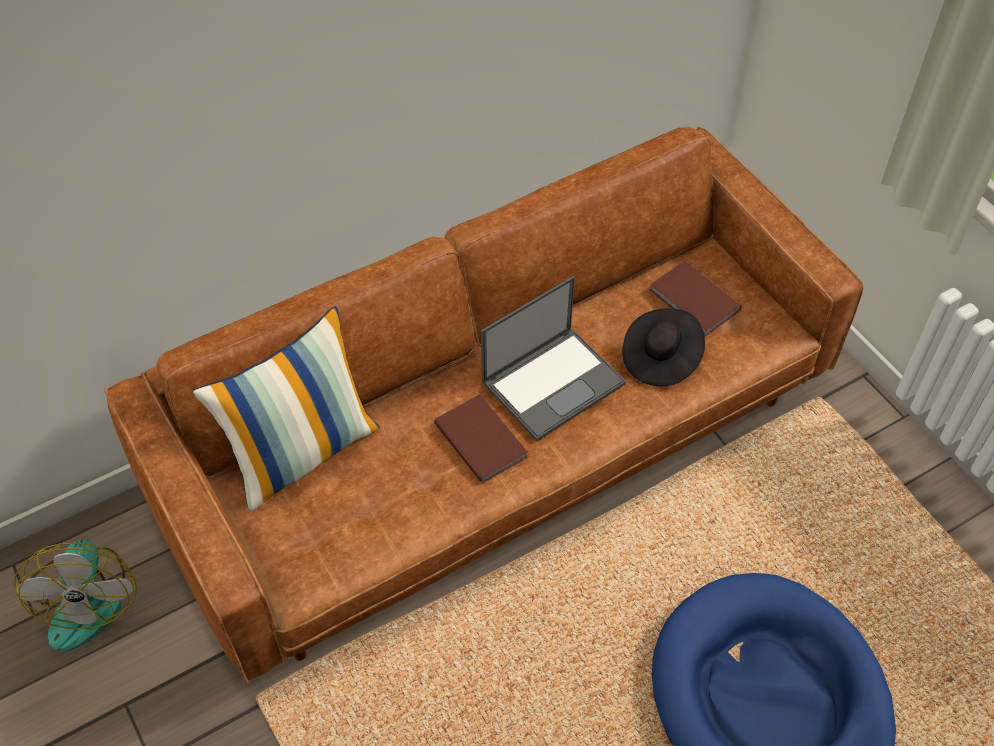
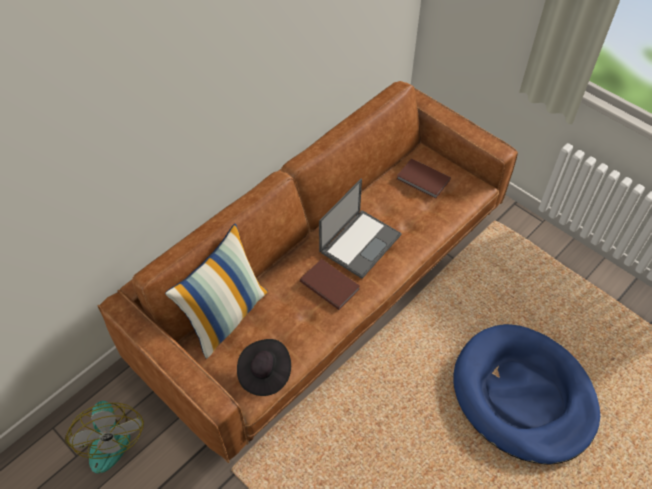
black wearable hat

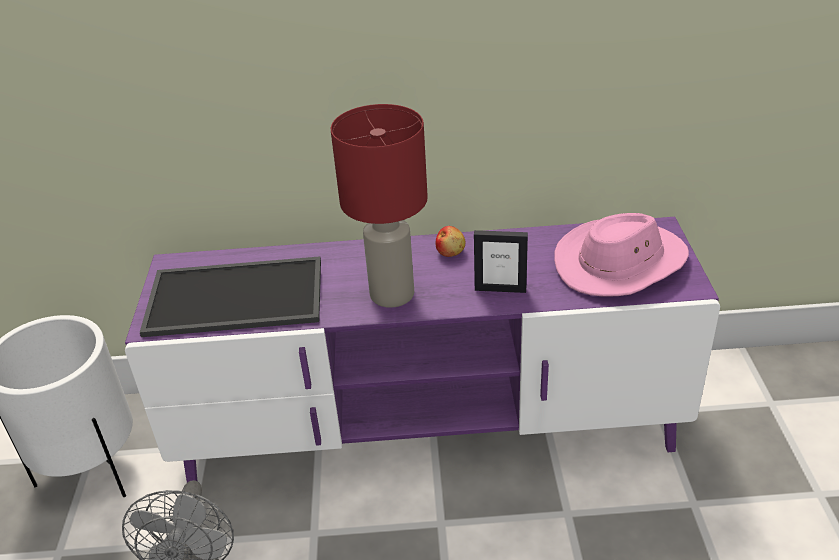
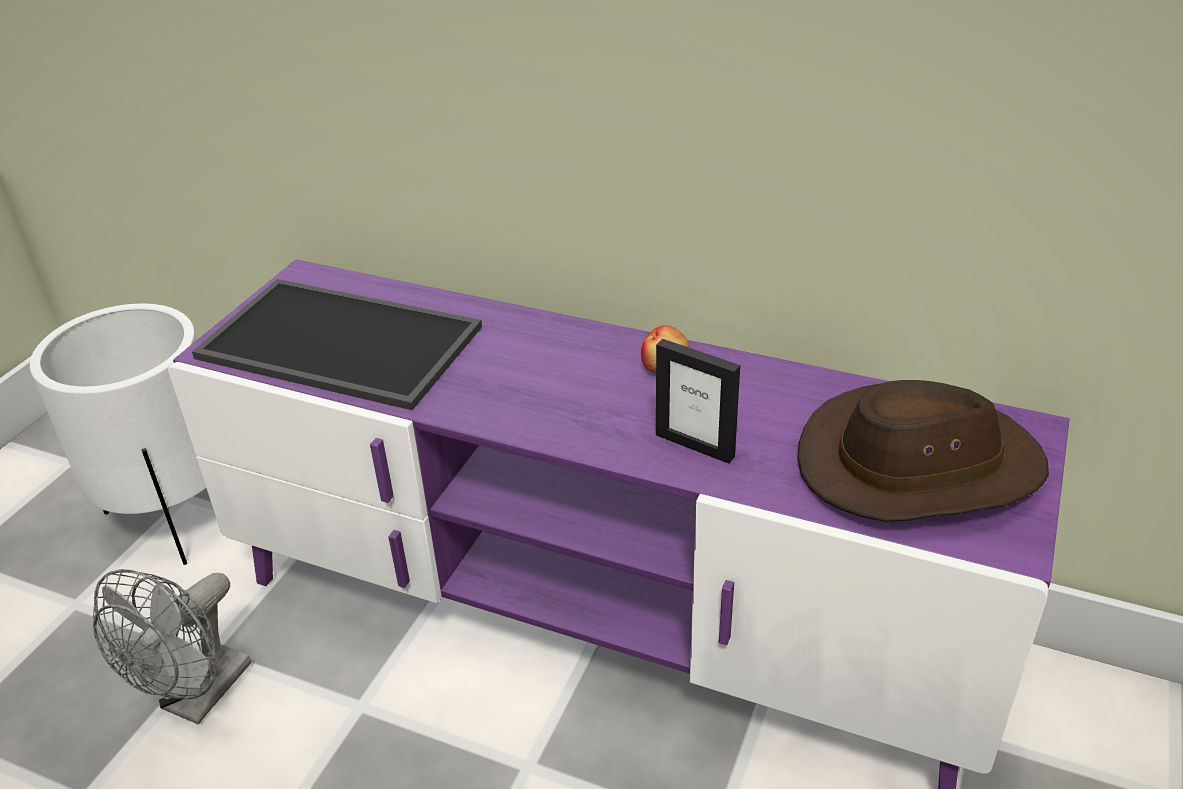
brown wearable hat
red-coloured table lamp

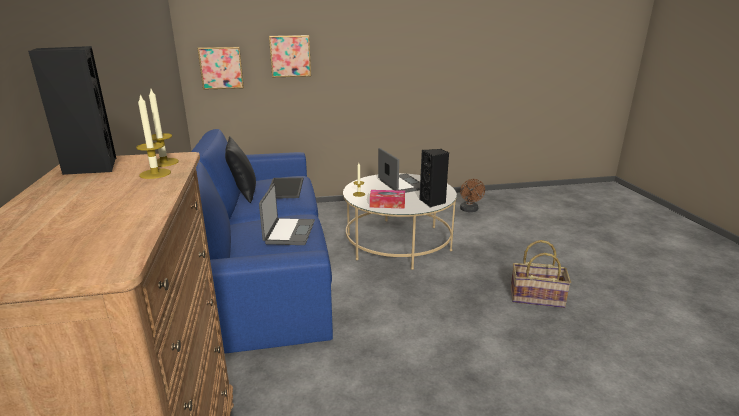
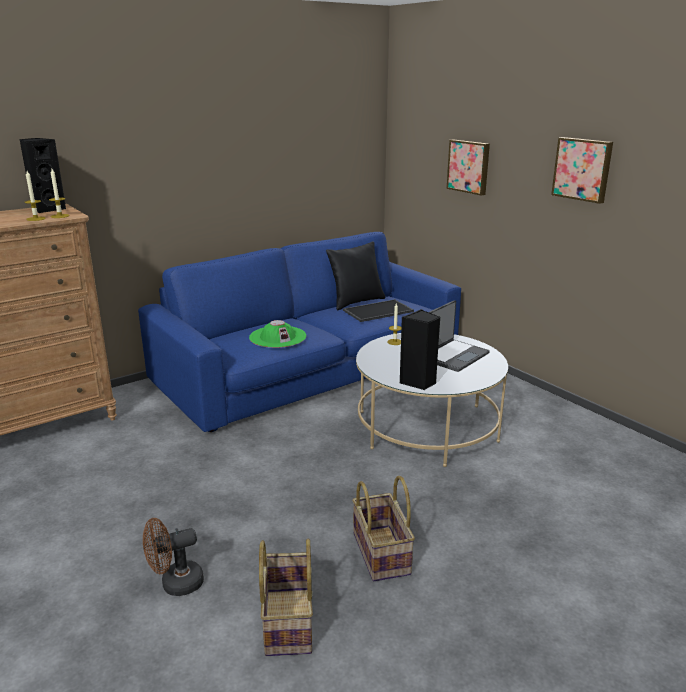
brown cooling fan
green-coloured wearable hat
storage basket (no. 1 from left)
wall picture (no. 2 from left)
tissue holder

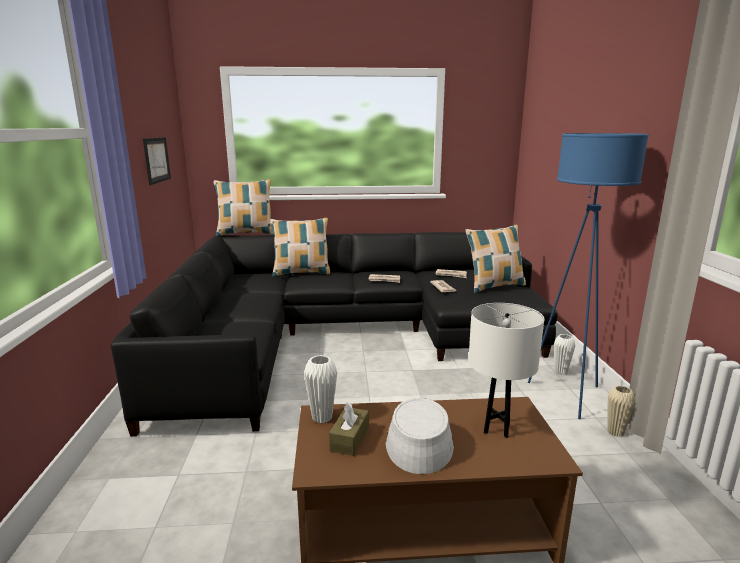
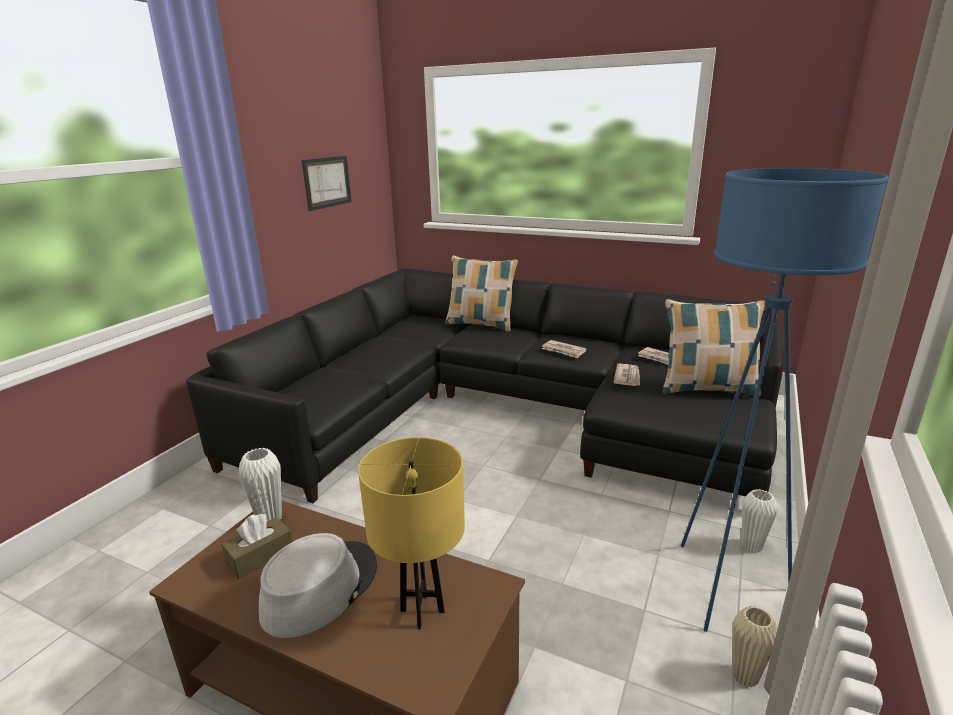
yellow table lamp
cushion (no. 1 from left in the first image)

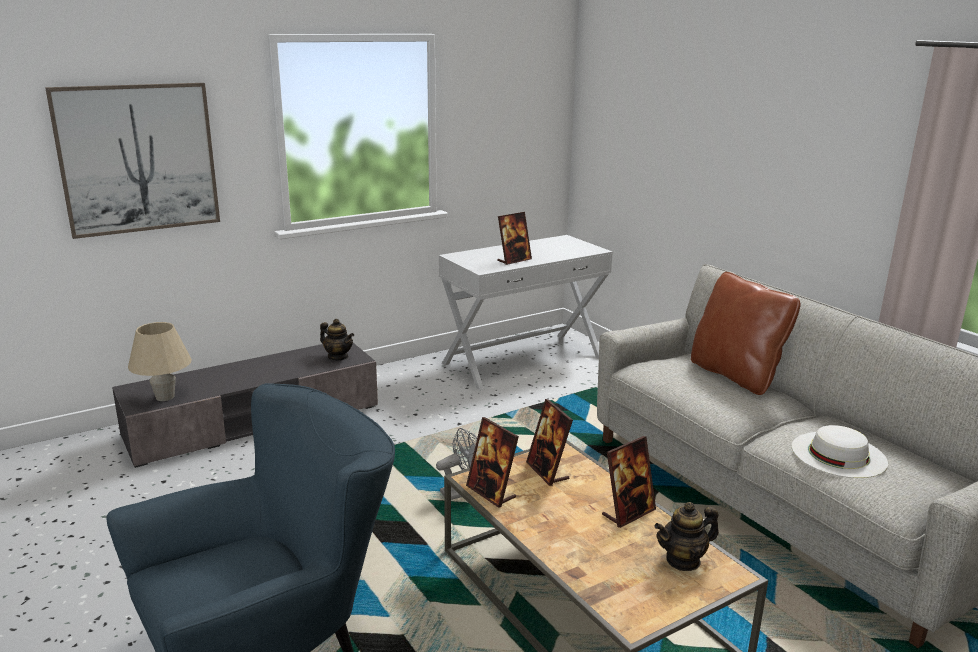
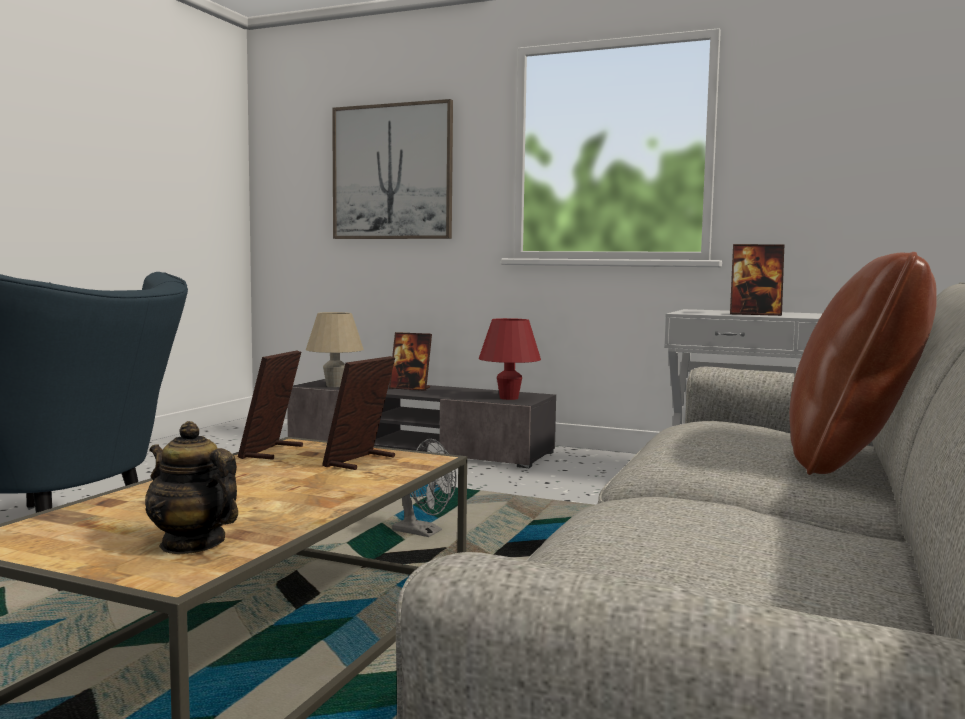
picture frame (no. 3 from left)
red-coloured table lamp
white wearable hat

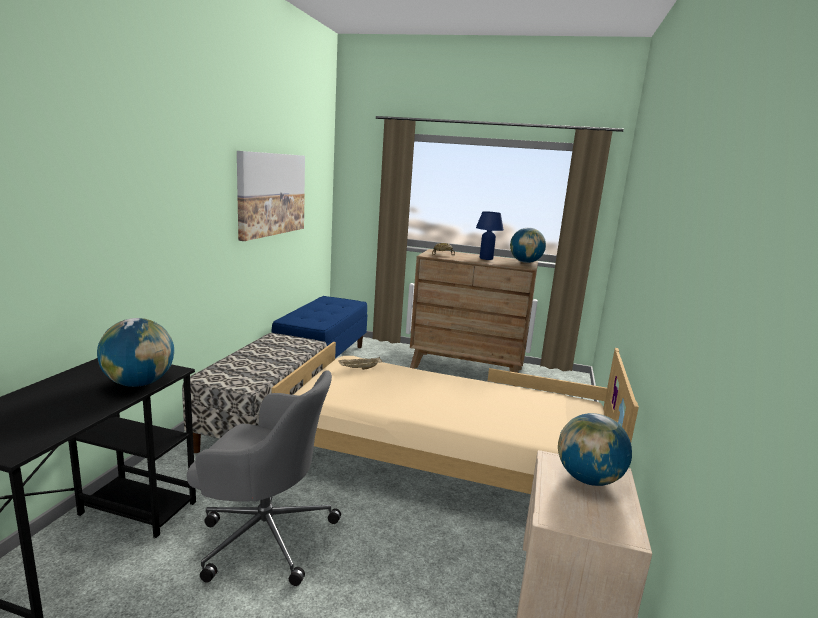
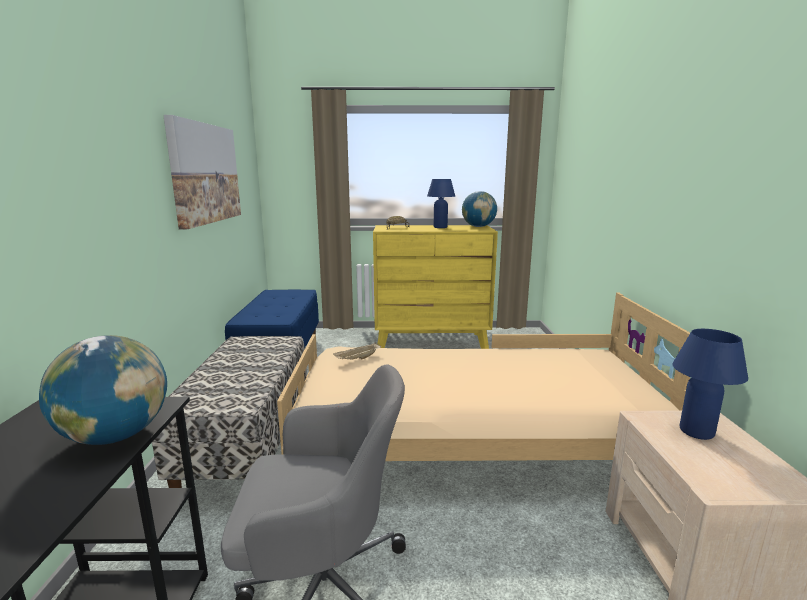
yellow dresser
blue-coloured table lamp (no. 2 from left)

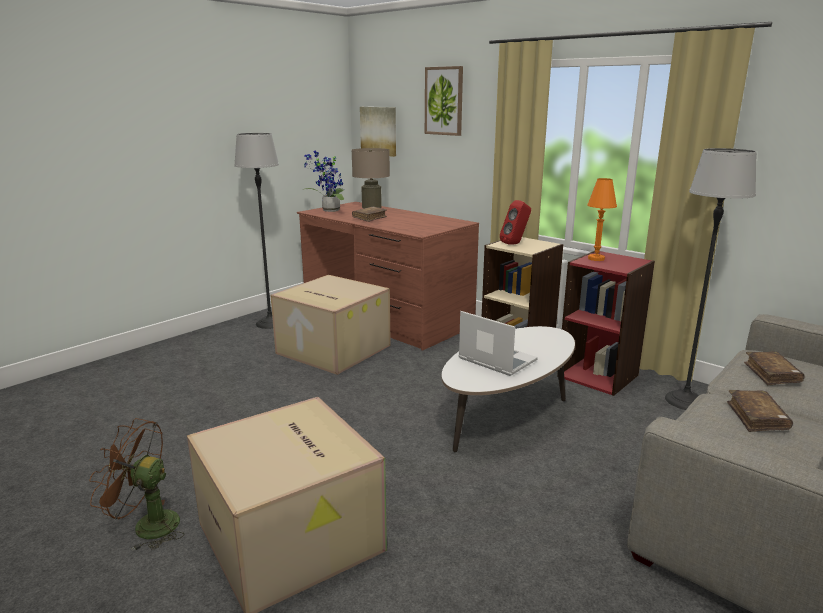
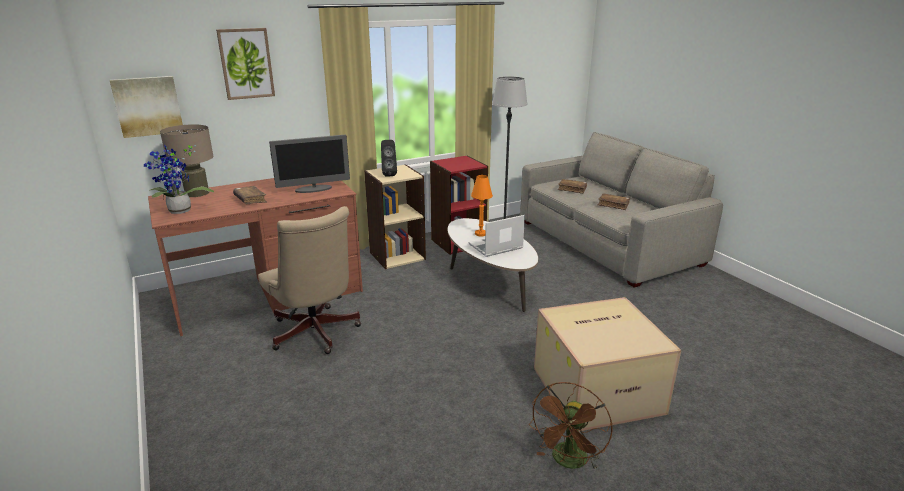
beige-coloured computer chair
computer screen
black speaker
orange-coloured table lamp
standing lamp (no. 1 from left in the first image)

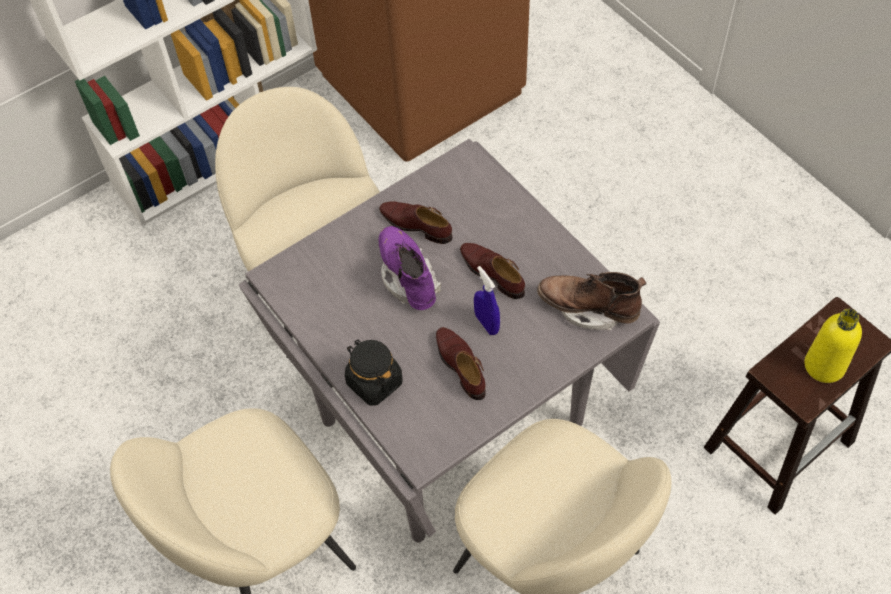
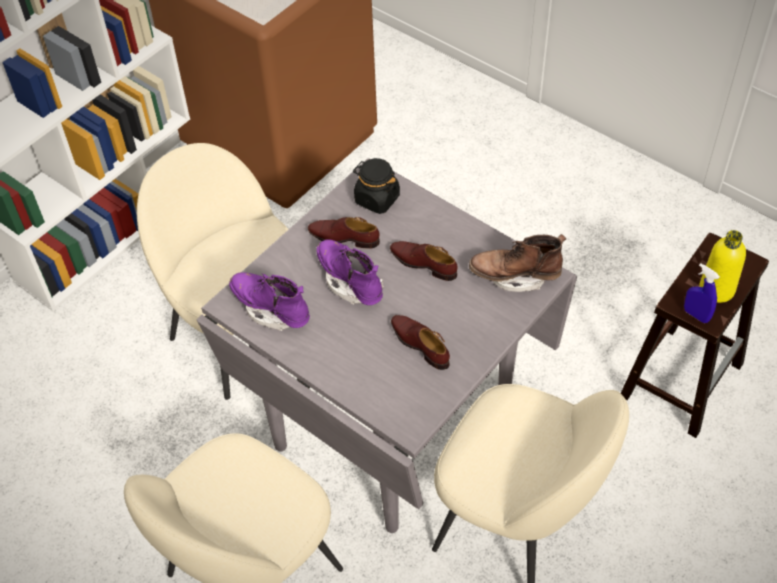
purple-coloured boot (no. 1 from left)
black jar
blue-coloured hand sprayer

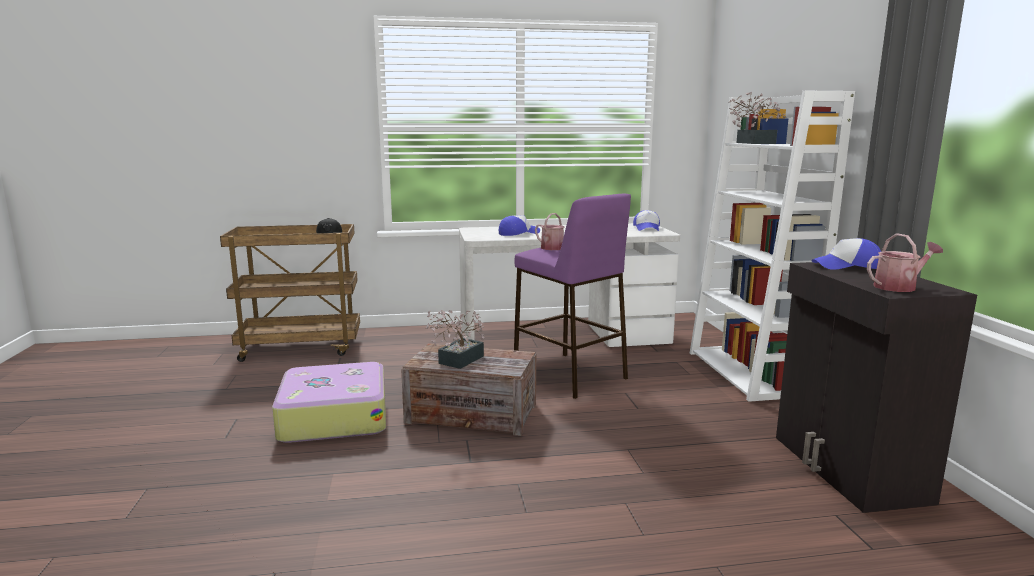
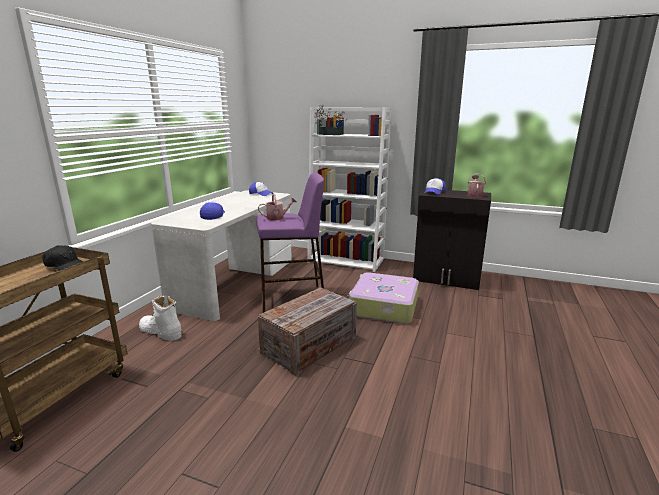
white boot
suitcase
houseplant (no. 1 from left in the first image)

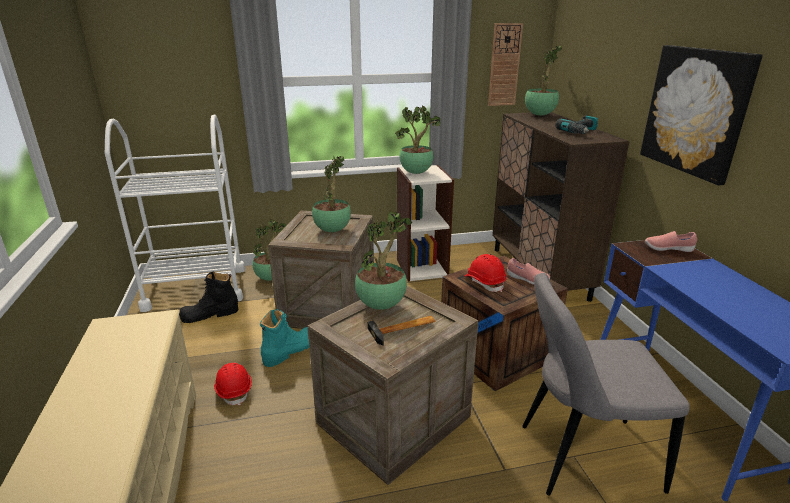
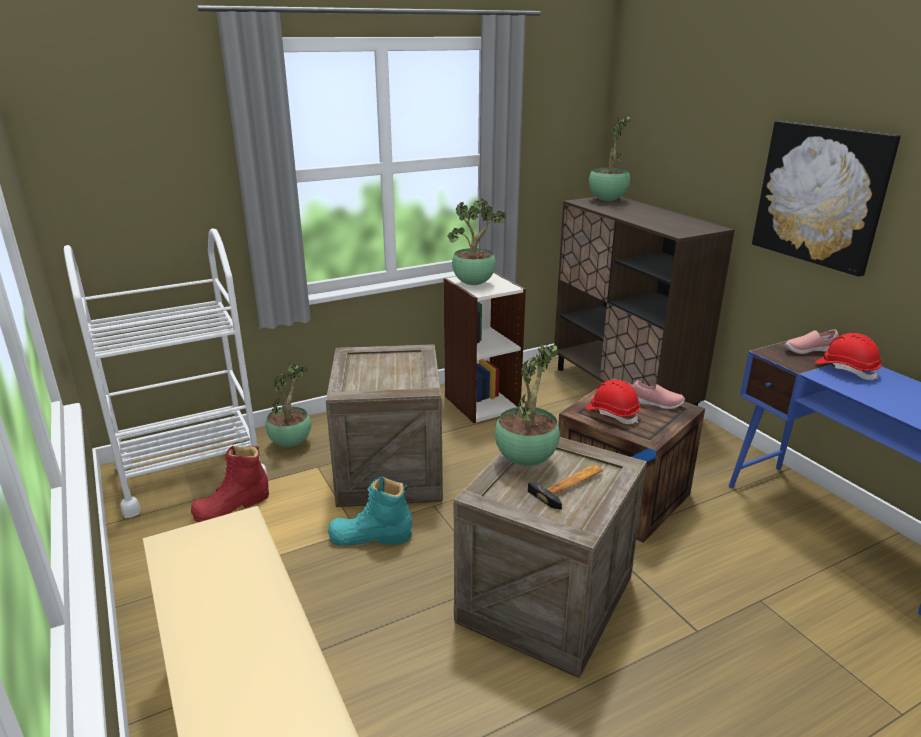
red-coloured boot
turquoise boot
red-coloured safety helmet (no. 2 from left)
houseplant (no. 2 from left in the first image)
hanging clock
grey upright chair
electric drill

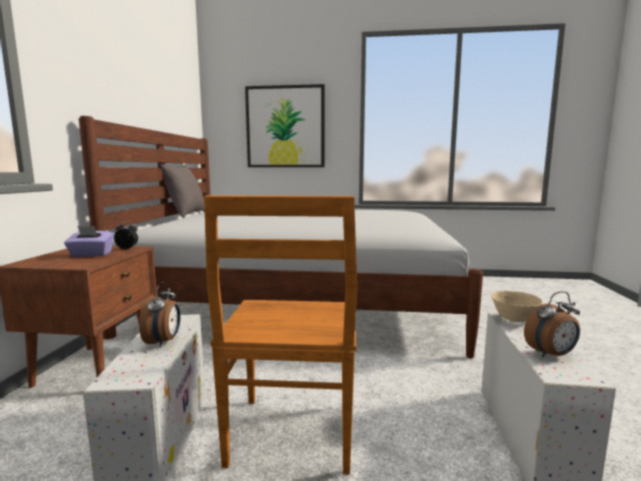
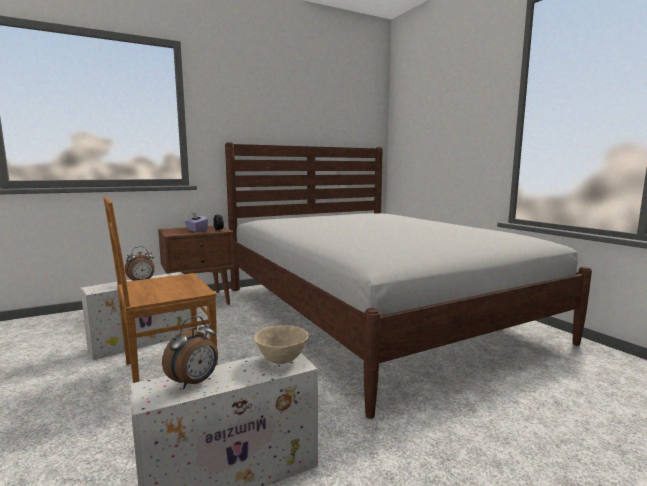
bedside clock (no. 2 from left)
grey cushion
wall picture

